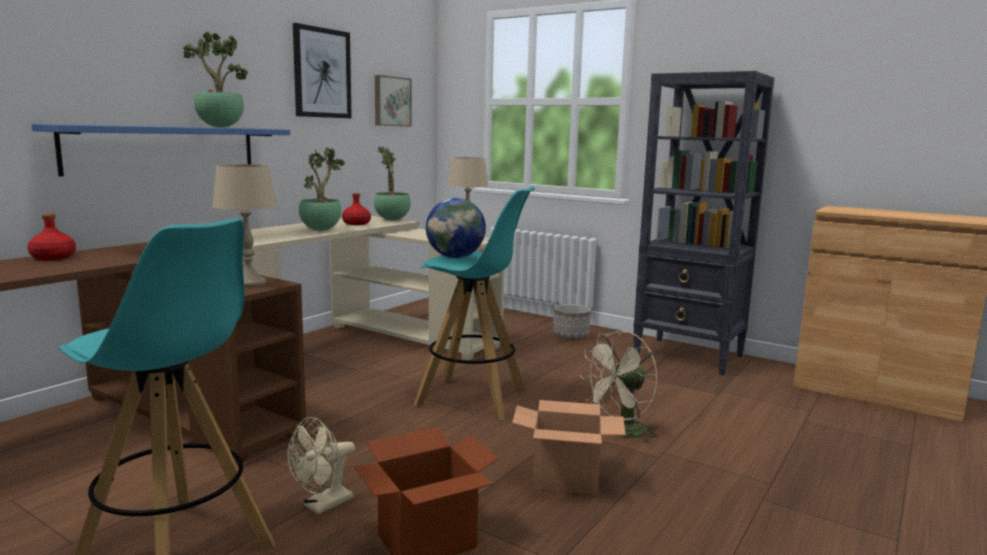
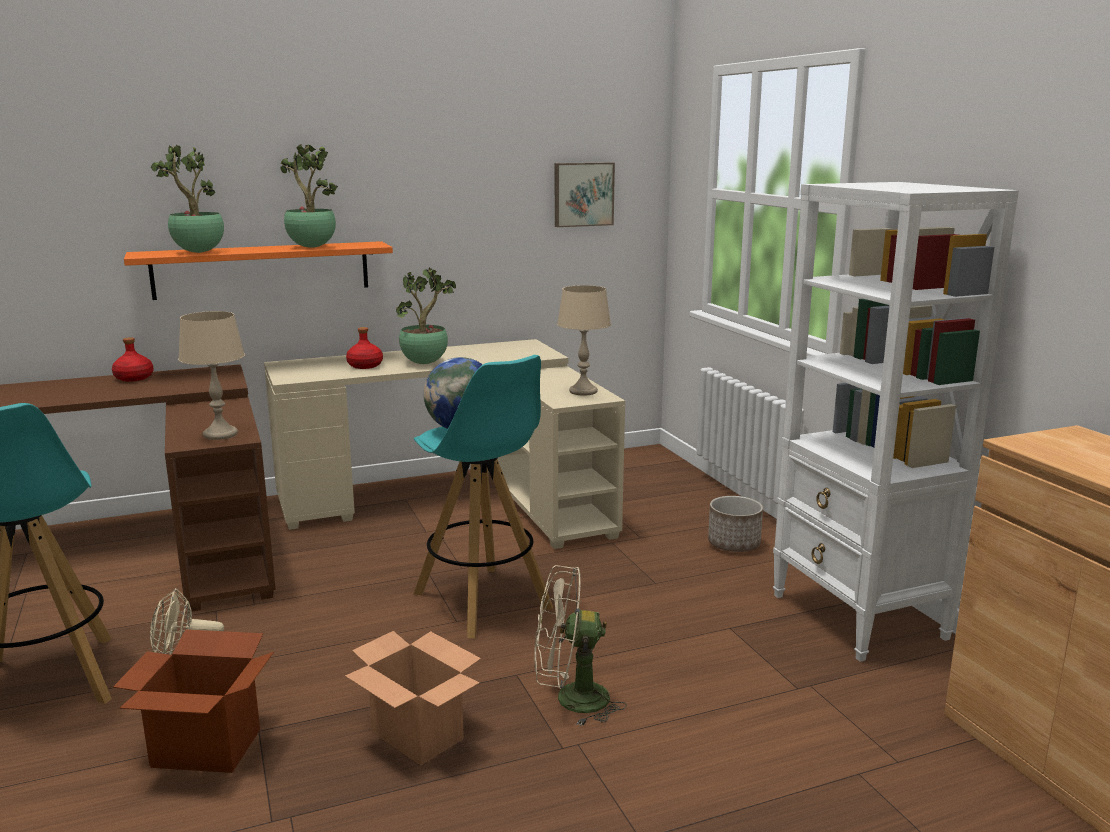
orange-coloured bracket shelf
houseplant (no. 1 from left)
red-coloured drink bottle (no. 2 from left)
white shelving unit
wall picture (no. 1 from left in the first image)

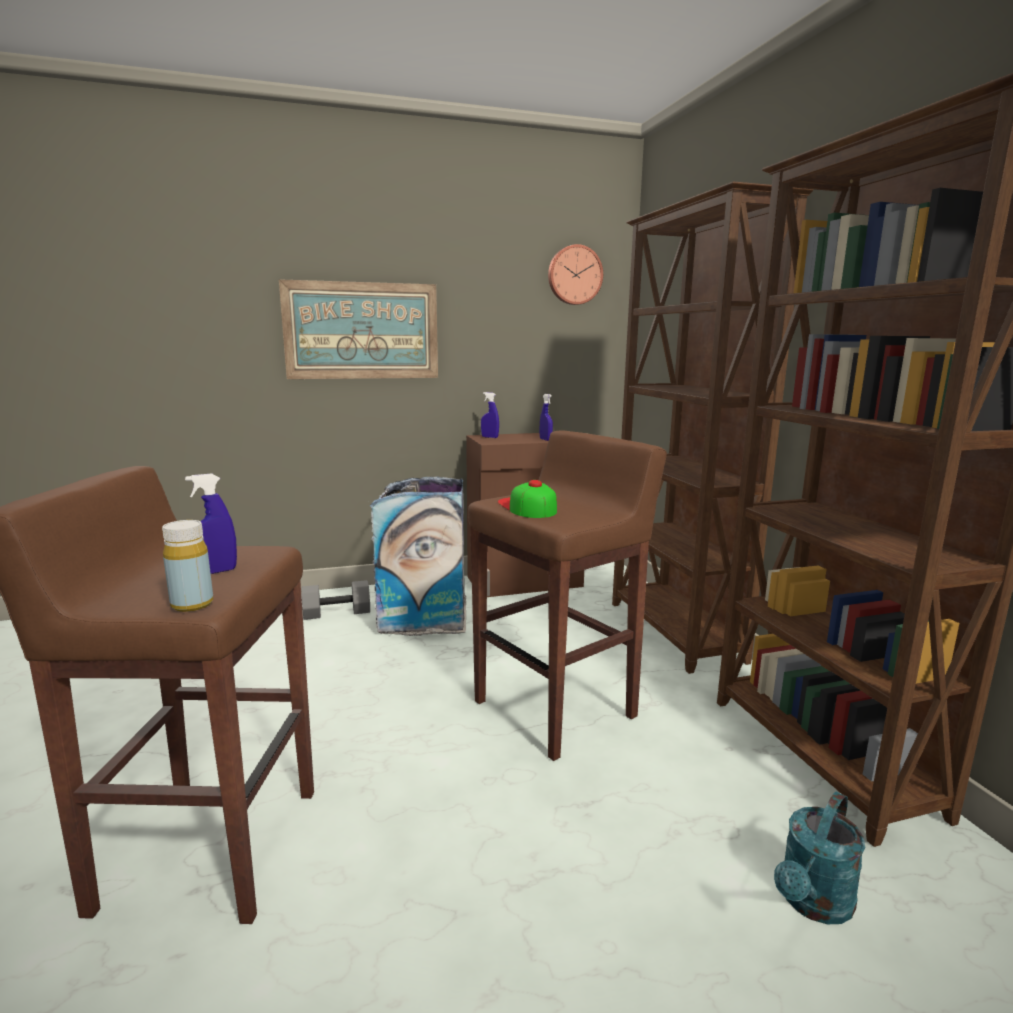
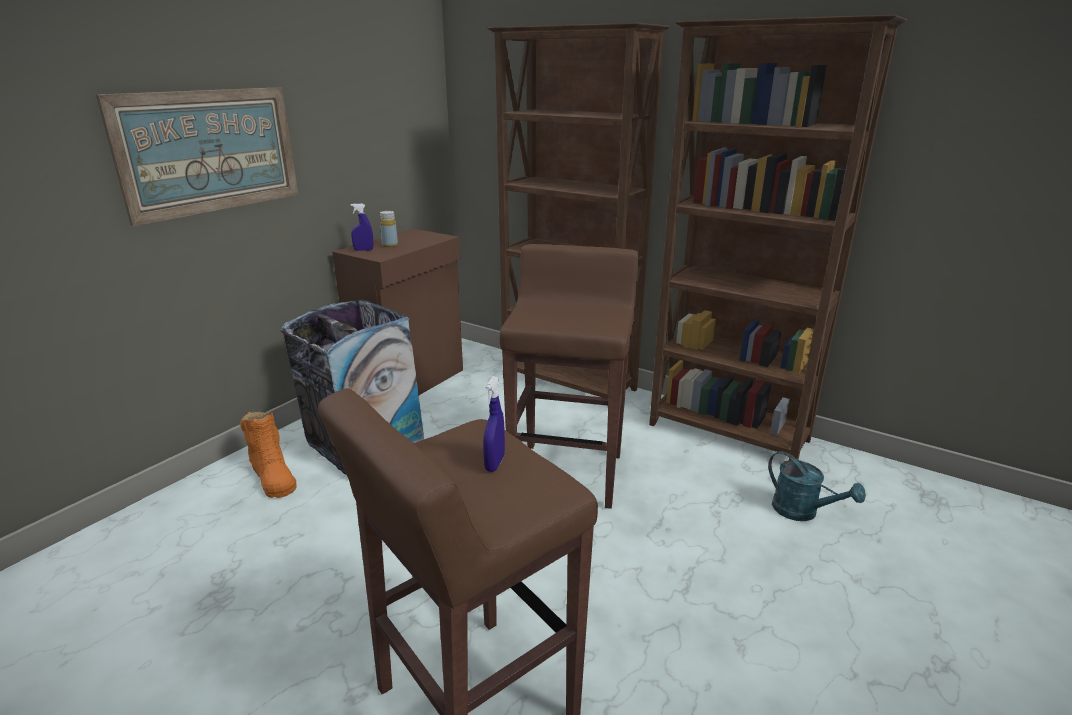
orange-coloured boot
yellow drink bottle
turquoise watering can
cap
blue-coloured hand sprayer (no. 3 from left in the first image)
hanging clock

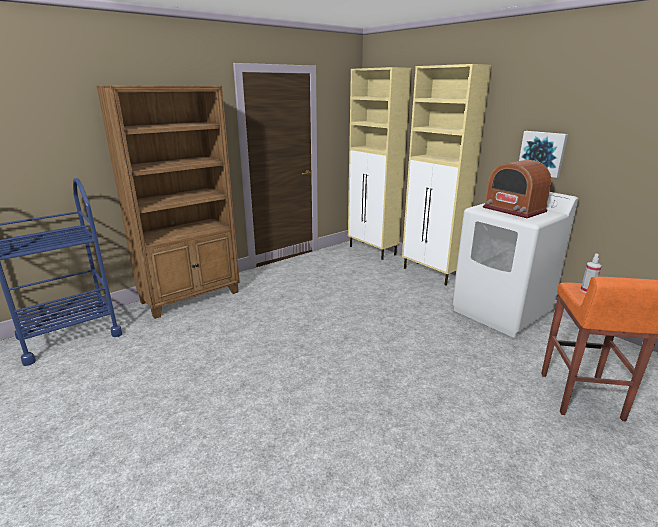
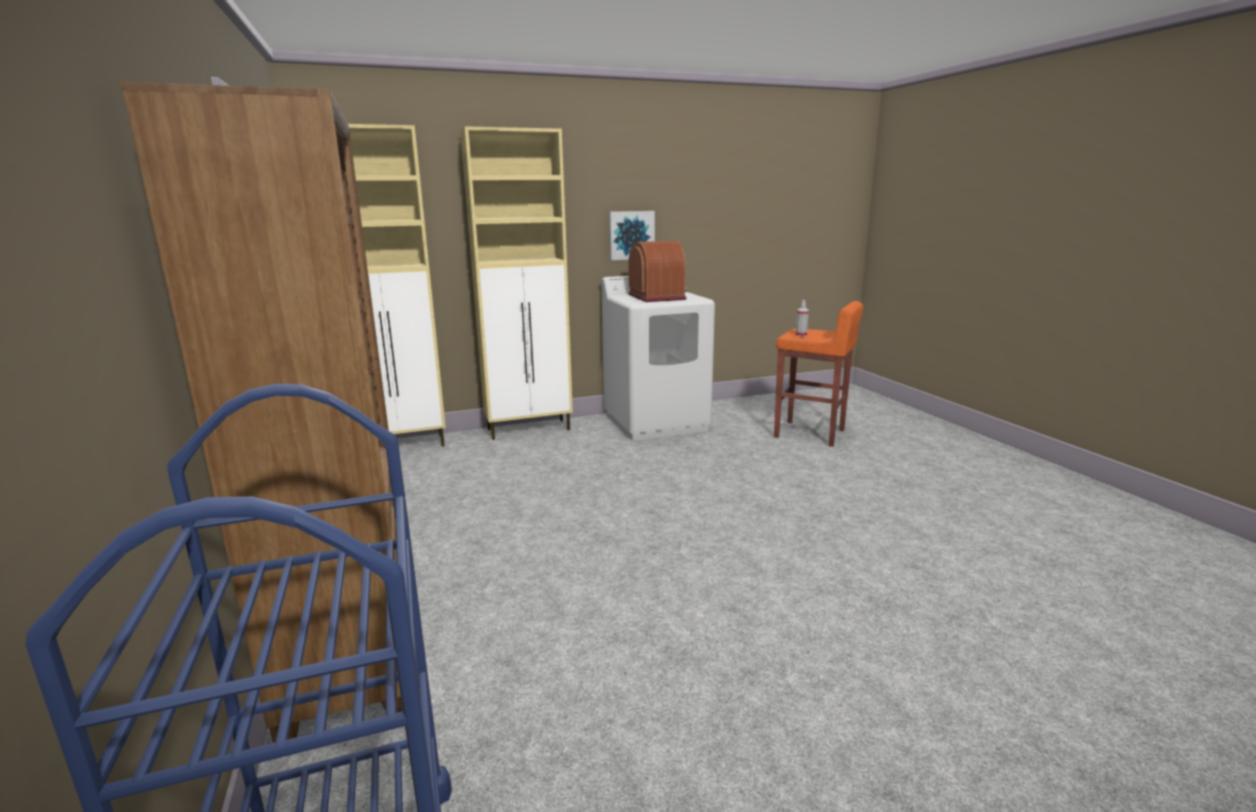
radio receiver

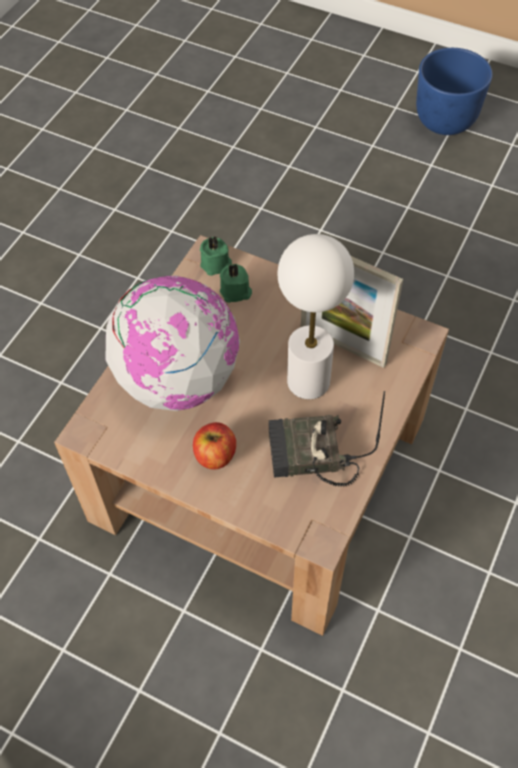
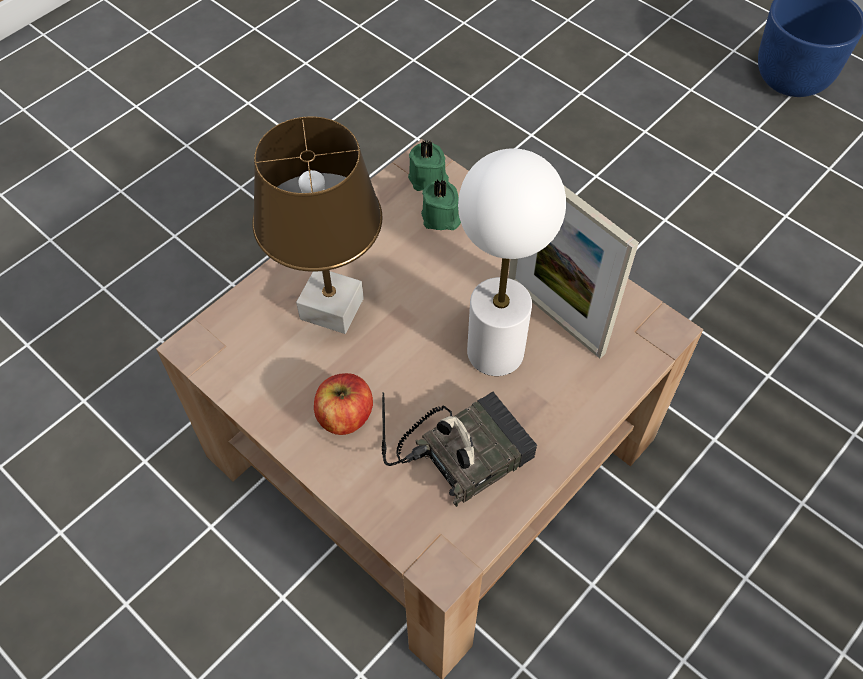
brown table lamp
radio receiver

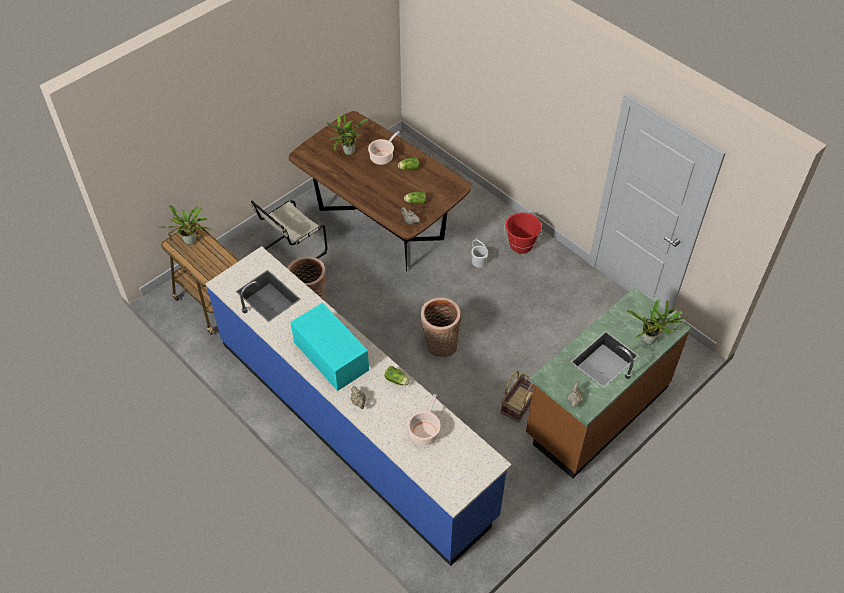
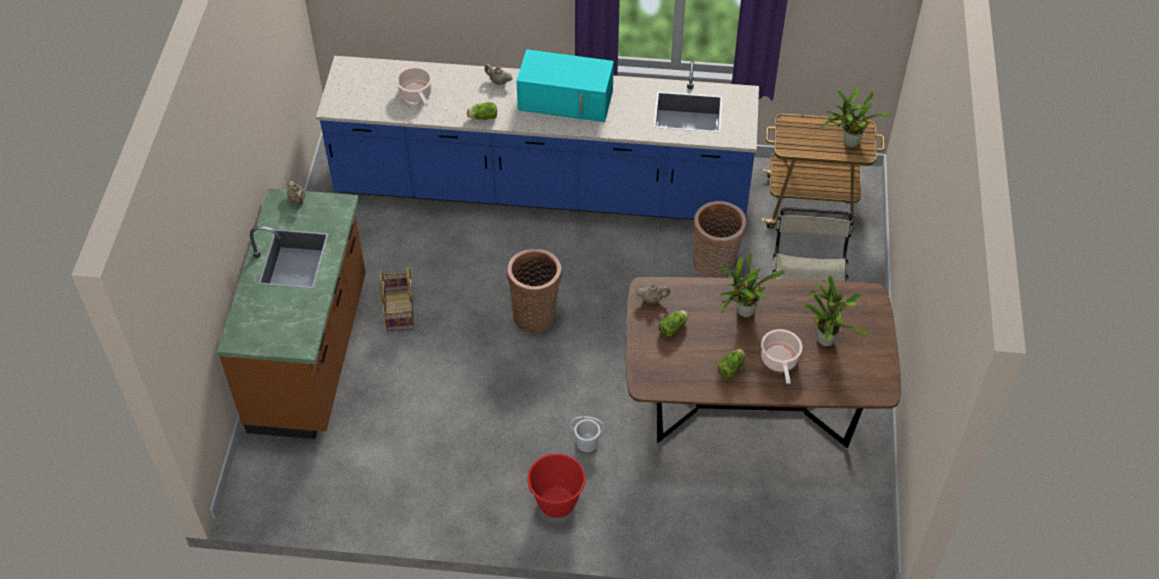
houseplant (no. 1 from left)

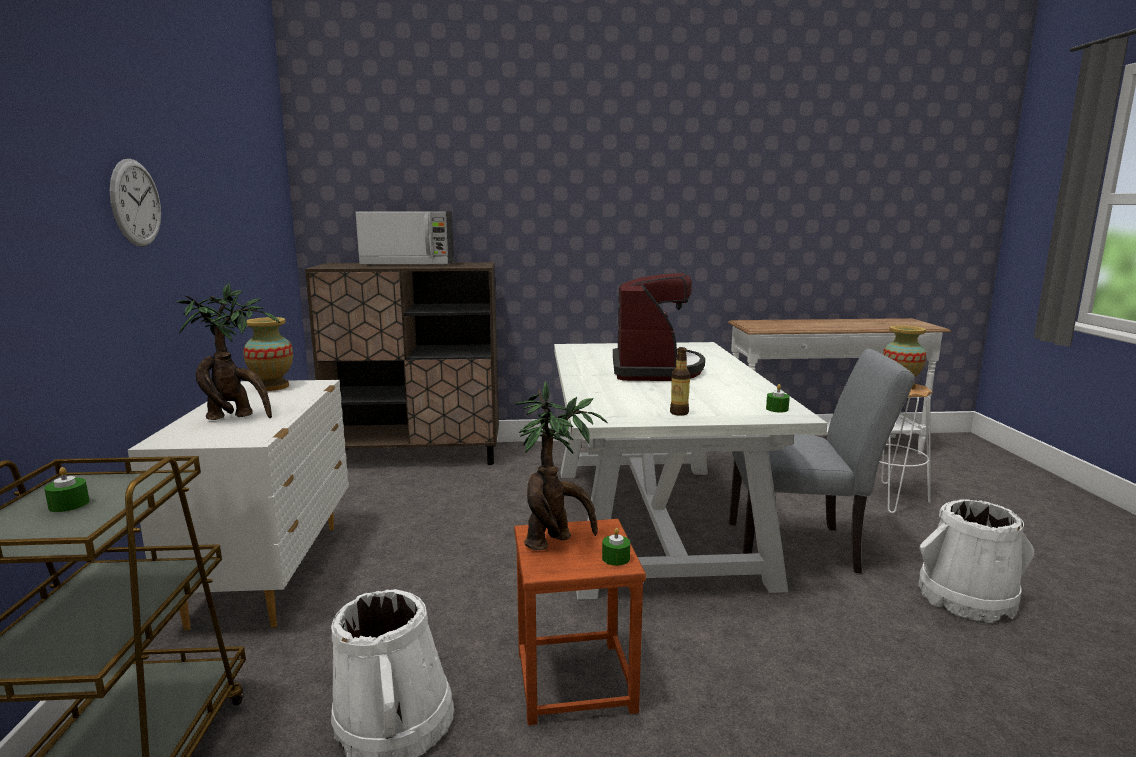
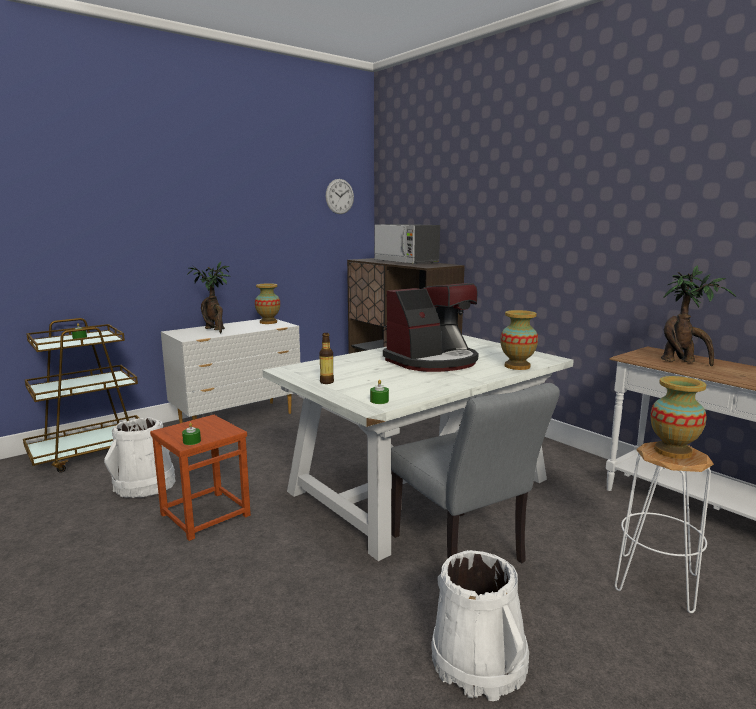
hanging clock
flower vase (no. 2 from left)
houseplant (no. 2 from left)

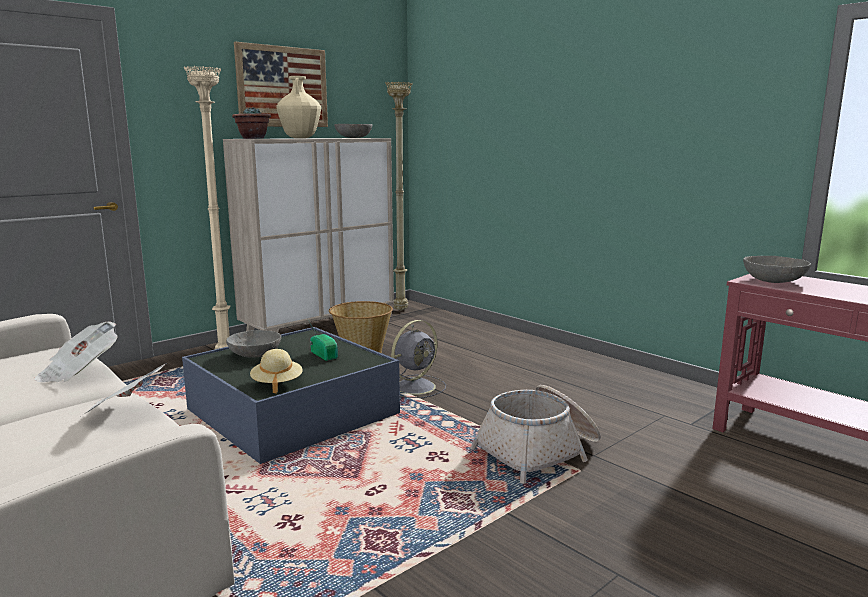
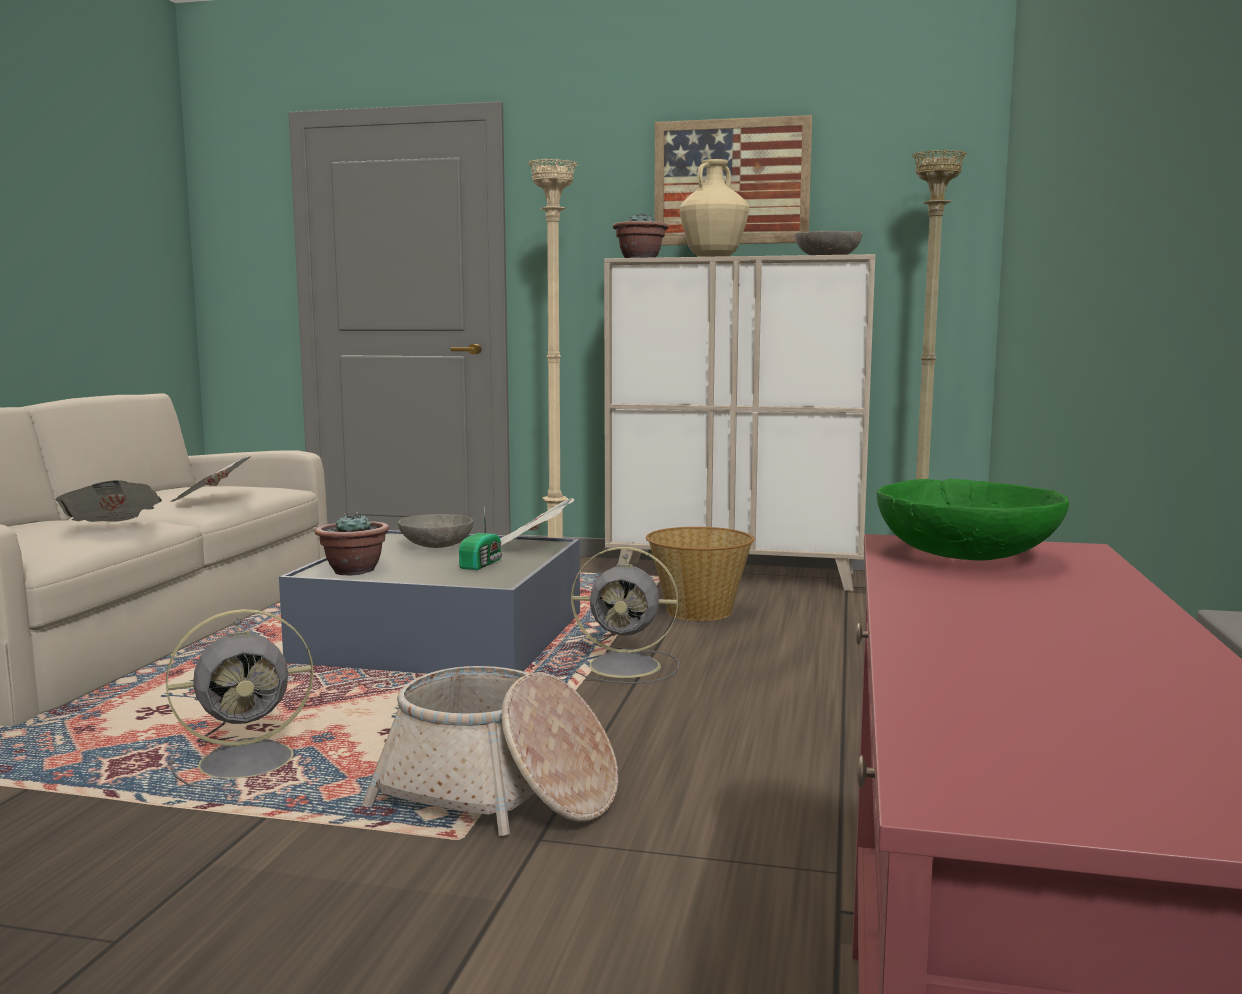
grey cooling fan (no. 1 from left)
houseplant (no. 1 from left)
newspaper (no. 3 from left)
green-coloured bowl

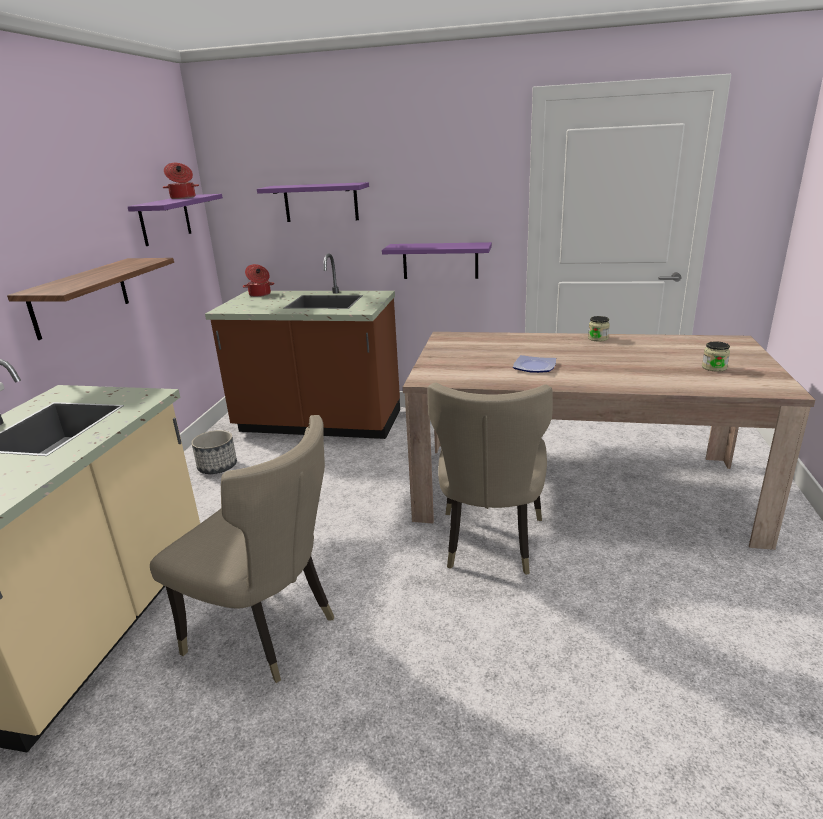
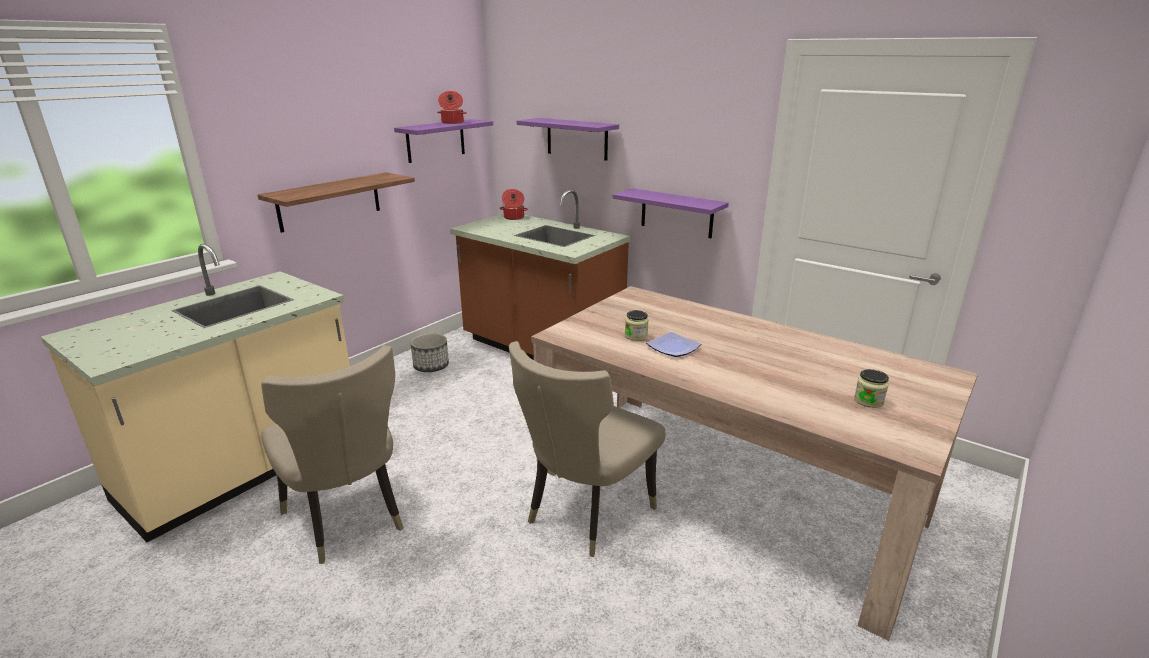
jar (no. 1 from left)

